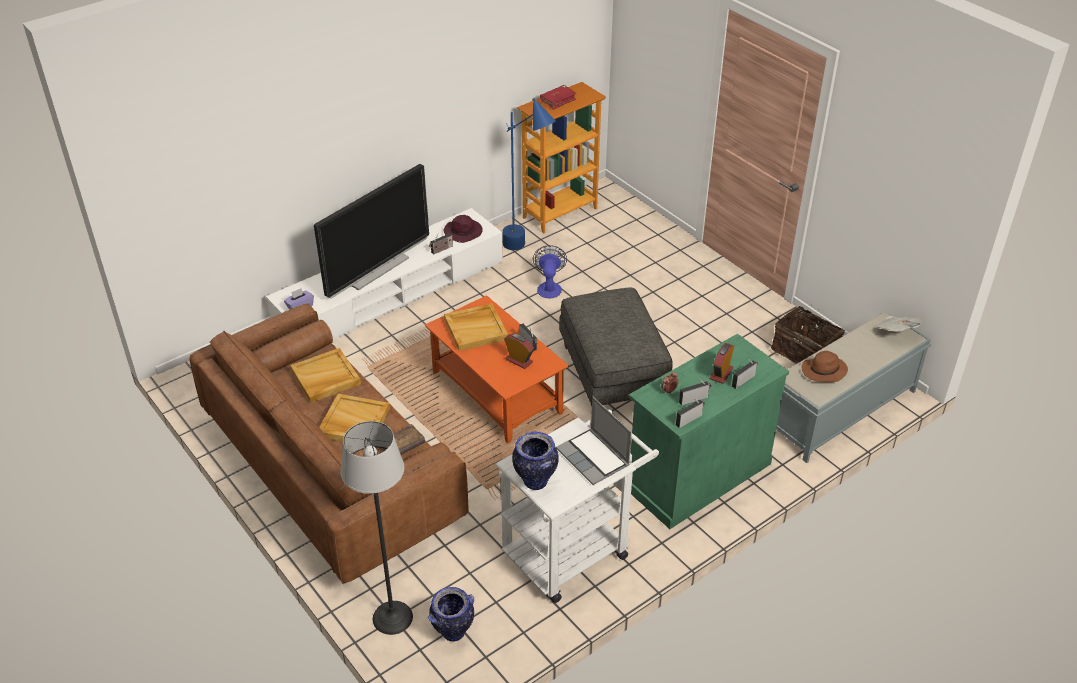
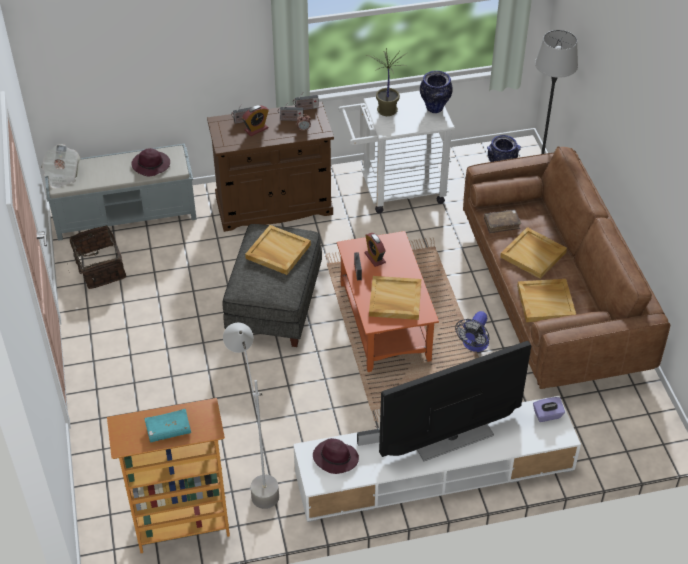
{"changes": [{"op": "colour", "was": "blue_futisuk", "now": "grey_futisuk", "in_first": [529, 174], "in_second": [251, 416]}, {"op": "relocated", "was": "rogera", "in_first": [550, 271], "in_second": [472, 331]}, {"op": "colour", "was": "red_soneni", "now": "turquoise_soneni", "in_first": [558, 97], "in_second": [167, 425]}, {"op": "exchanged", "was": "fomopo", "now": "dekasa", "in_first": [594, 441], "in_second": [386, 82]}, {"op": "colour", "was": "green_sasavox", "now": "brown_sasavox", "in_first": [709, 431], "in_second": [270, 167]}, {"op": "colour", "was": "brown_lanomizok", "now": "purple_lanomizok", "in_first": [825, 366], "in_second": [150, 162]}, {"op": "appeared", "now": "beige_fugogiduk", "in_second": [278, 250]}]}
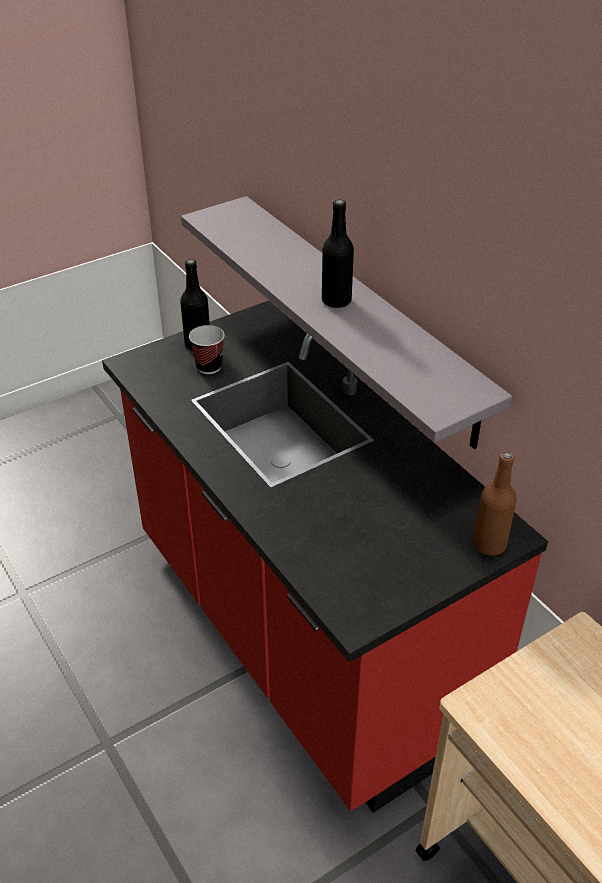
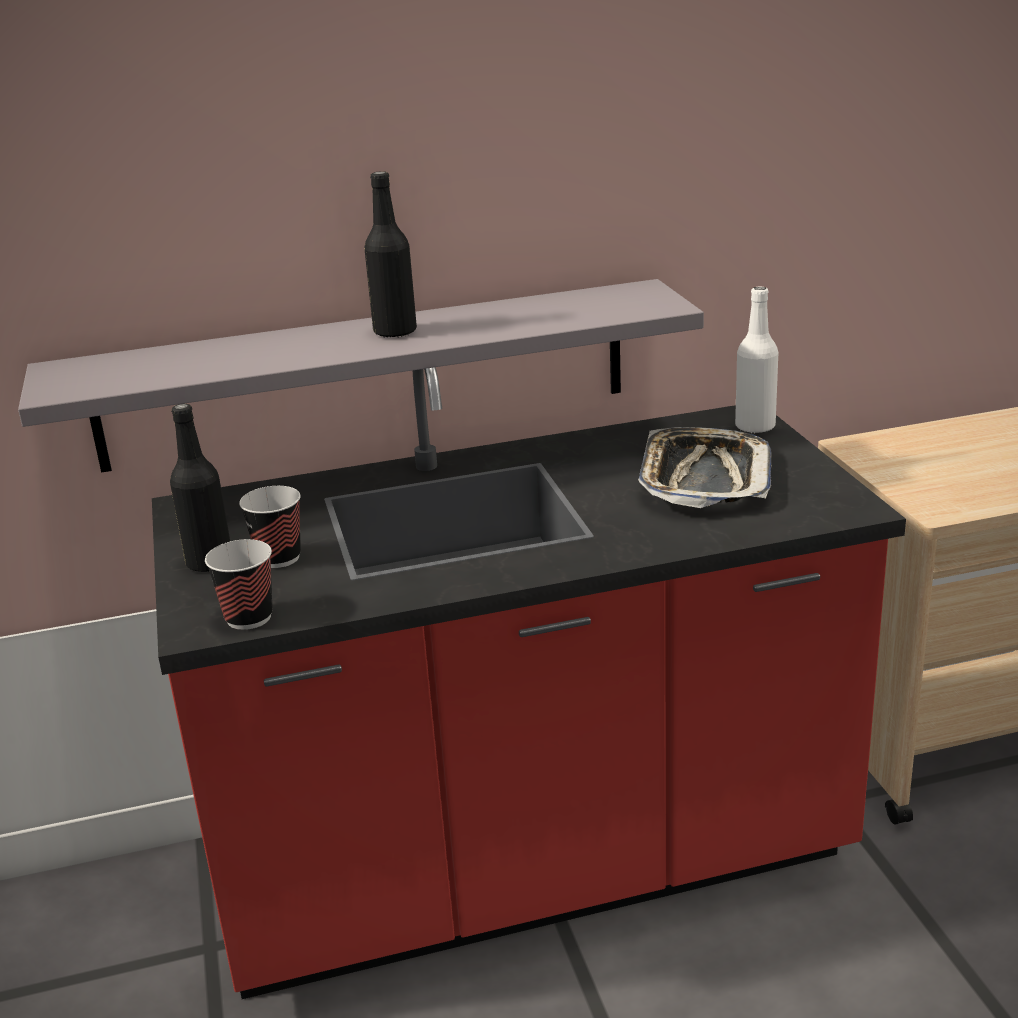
{"changes": [{"op": "colour", "was": "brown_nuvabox", "now": "white_nuvabox", "in_first": [495, 503], "in_second": [756, 360]}, {"op": "appeared", "now": "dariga", "in_second": [238, 584]}, {"op": "appeared", "now": "fugogiduk", "in_second": [705, 467]}]}
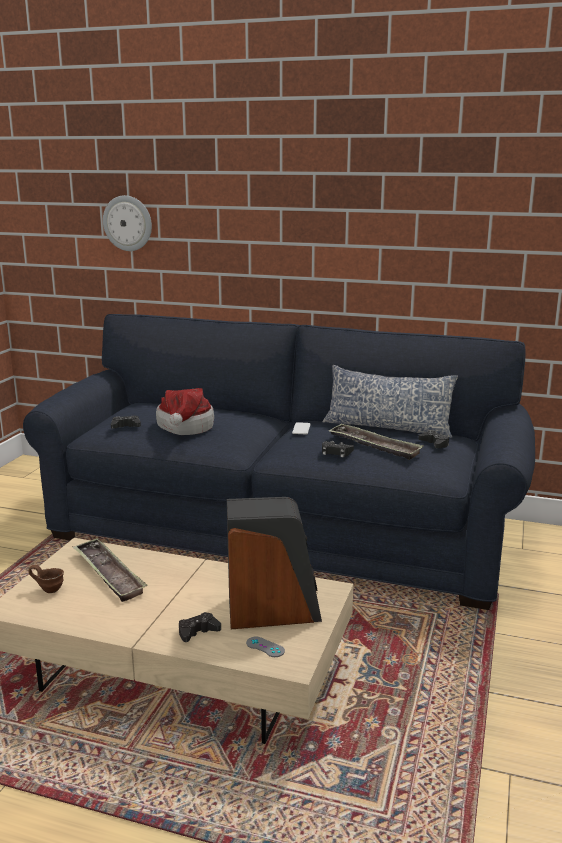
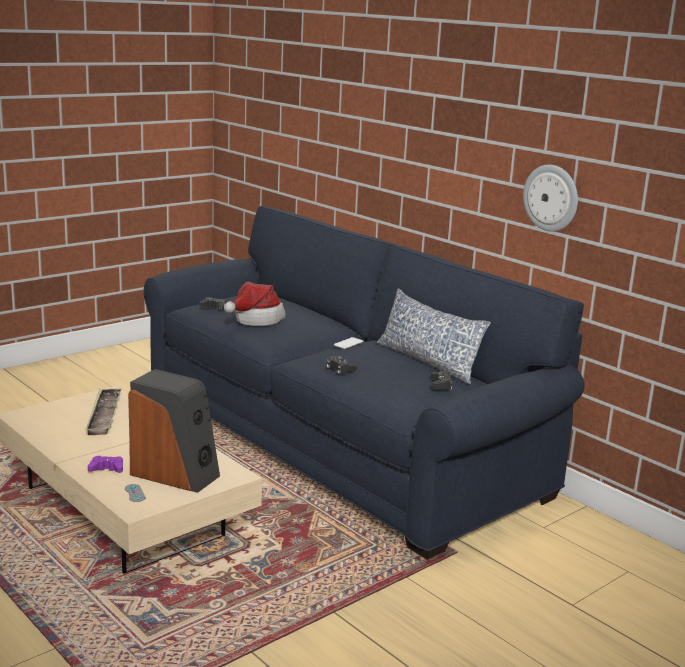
{"changes": [{"op": "missing", "was": "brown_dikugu", "in_first": [46, 579]}, {"op": "relocated", "was": "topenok", "in_first": [127, 223], "in_second": [550, 198]}, {"op": "colour", "was": "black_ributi", "now": "purple_ributi", "in_first": [200, 627], "in_second": [105, 464]}, {"op": "missing", "was": "fugogiduk", "in_first": [376, 442]}]}
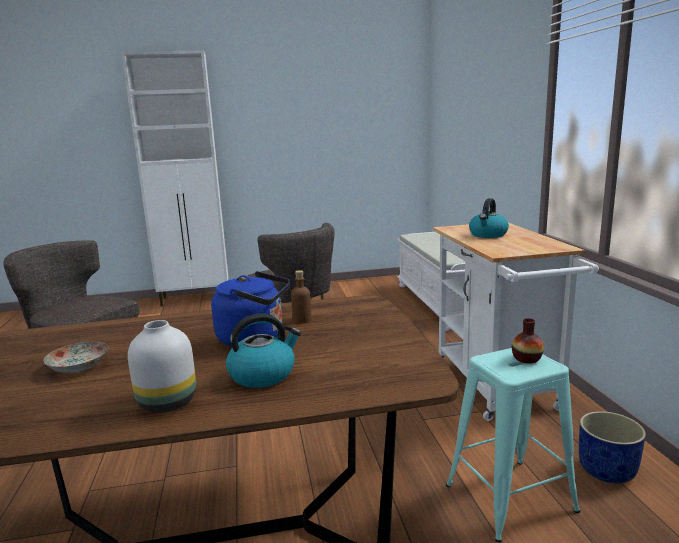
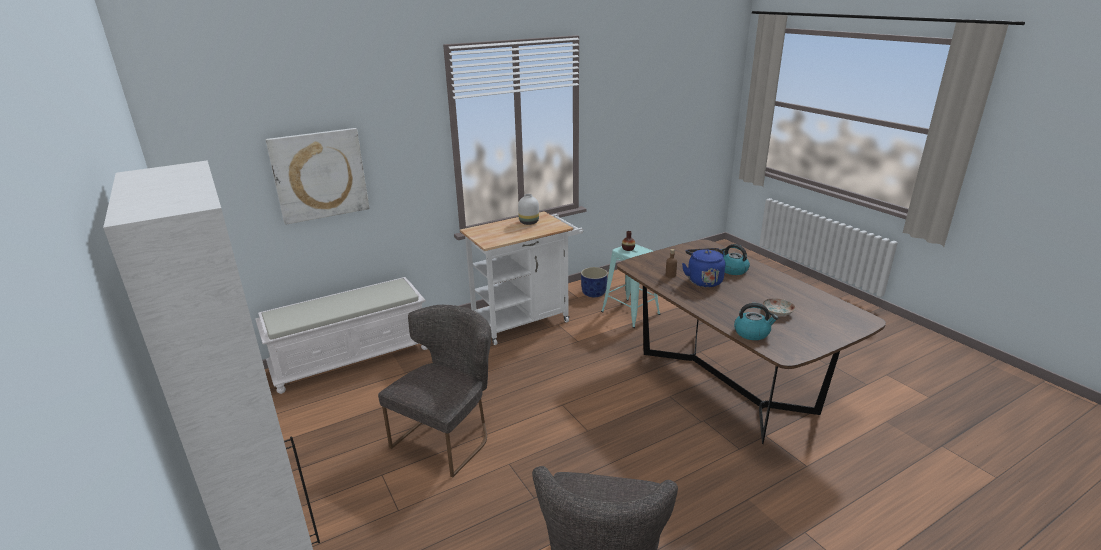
{"changes": [{"op": "relocated", "was": "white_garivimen", "in_first": [162, 366], "in_second": [528, 209]}, {"op": "relocated", "was": "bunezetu", "in_first": [489, 218], "in_second": [756, 321]}, {"op": "appeared", "now": "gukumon", "in_second": [318, 176]}]}
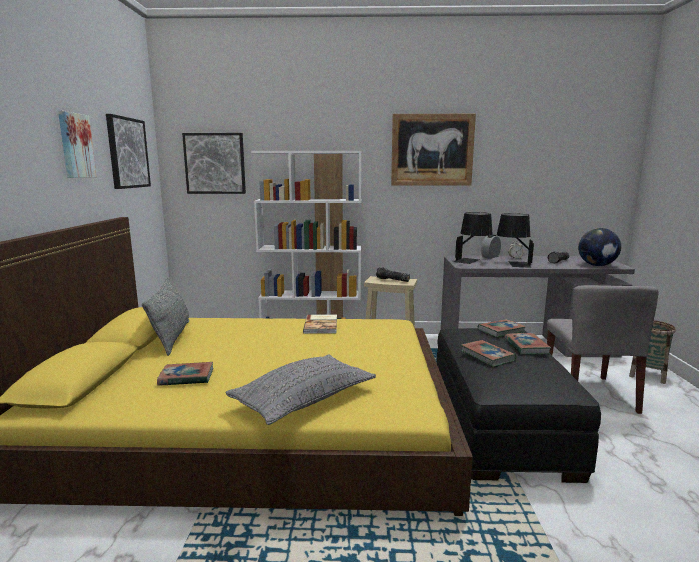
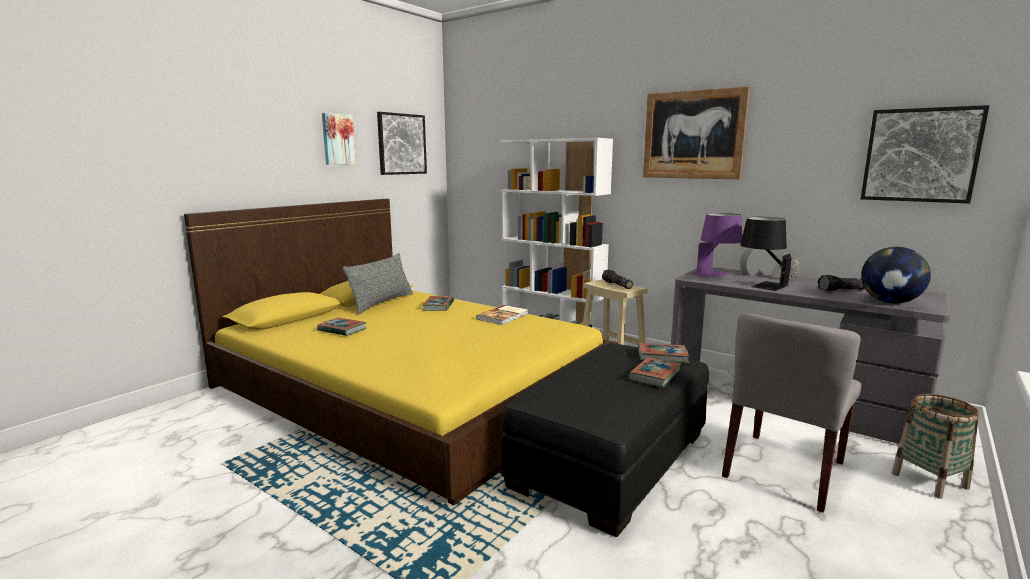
{"changes": [{"op": "relocated", "was": "gukumon", "in_first": [214, 163], "in_second": [925, 154]}, {"op": "missing", "was": "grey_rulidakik", "in_first": [301, 389]}, {"op": "colour", "was": "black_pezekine", "now": "purple_pezekine", "in_first": [473, 238], "in_second": [717, 245]}, {"op": "relocated", "was": "soneni", "in_first": [488, 353], "in_second": [438, 303]}]}
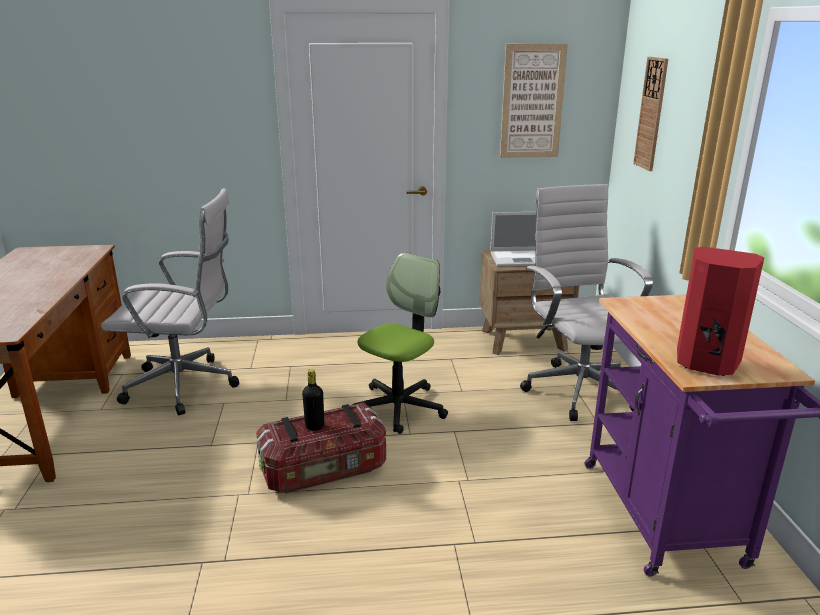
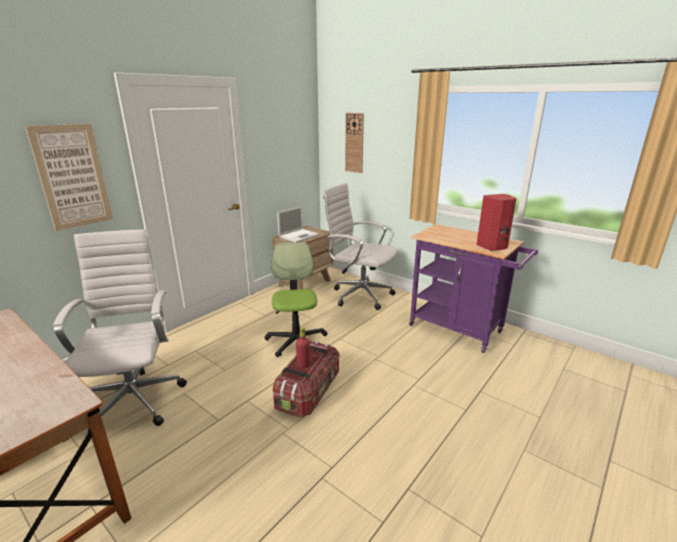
{"changes": [{"op": "spun", "was": "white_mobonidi", "in_first": [170, 302], "in_second": [120, 331], "clockwise": -60}, {"op": "colour", "was": "black_nuvabox", "now": "red_nuvabox", "in_first": [313, 399], "in_second": [303, 347]}, {"op": "relocated", "was": "gukumon", "in_first": [534, 101], "in_second": [69, 177]}]}
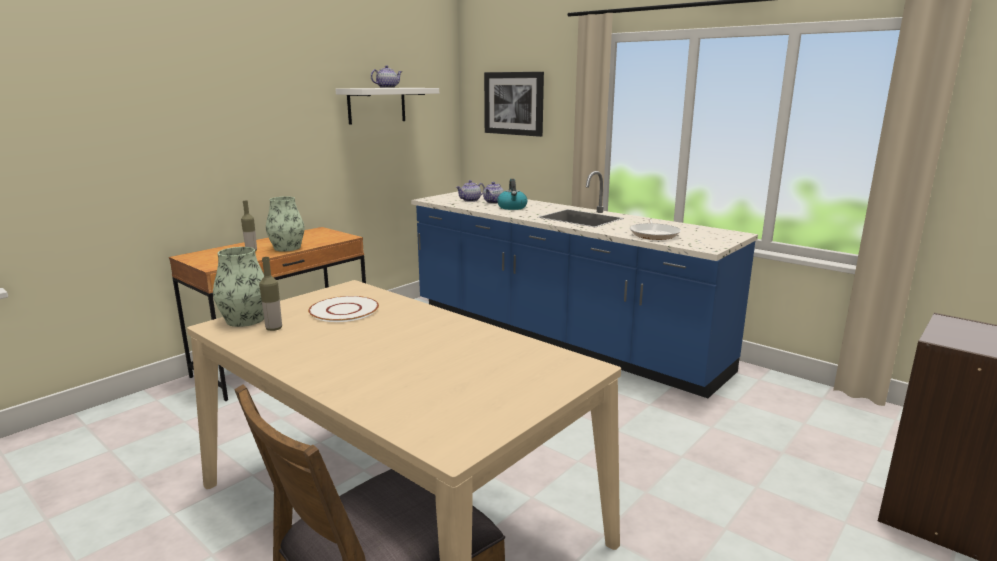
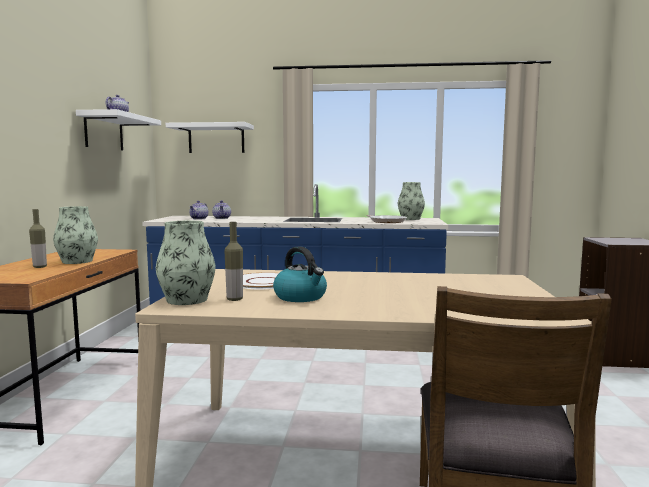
{"changes": [{"op": "exchanged", "was": "gukumon", "now": "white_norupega", "in_first": [514, 104], "in_second": [210, 137]}, {"op": "relocated", "was": "bunezetu", "in_first": [512, 194], "in_second": [300, 274]}, {"op": "appeared", "now": "garivimen", "in_second": [411, 201]}]}
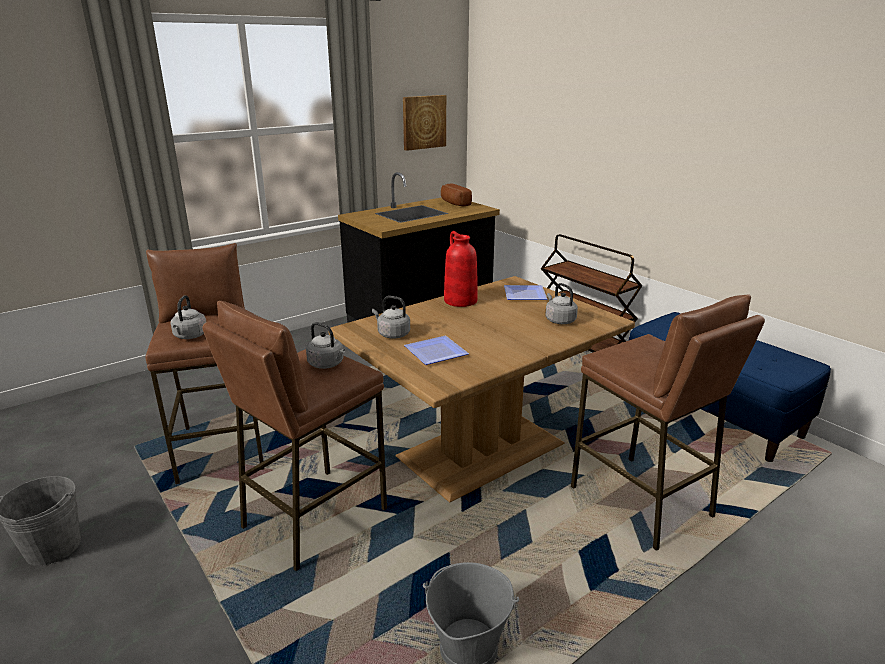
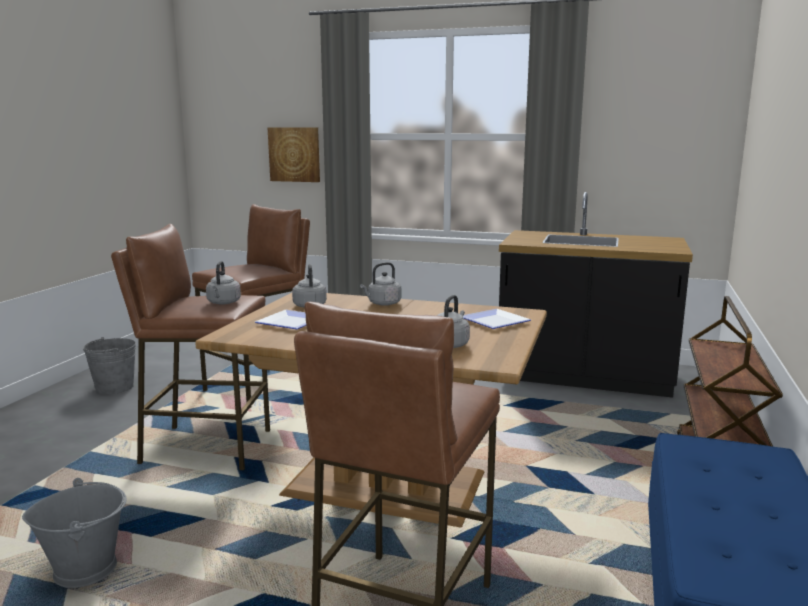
{"changes": [{"op": "relocated", "was": "grey_bunezetu", "in_first": [188, 317], "in_second": [381, 284]}, {"op": "relocated", "was": "gukumon", "in_first": [424, 123], "in_second": [294, 154]}, {"op": "missing", "was": "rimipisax", "in_first": [456, 195]}, {"op": "missing", "was": "red_garivimen", "in_first": [461, 269]}]}
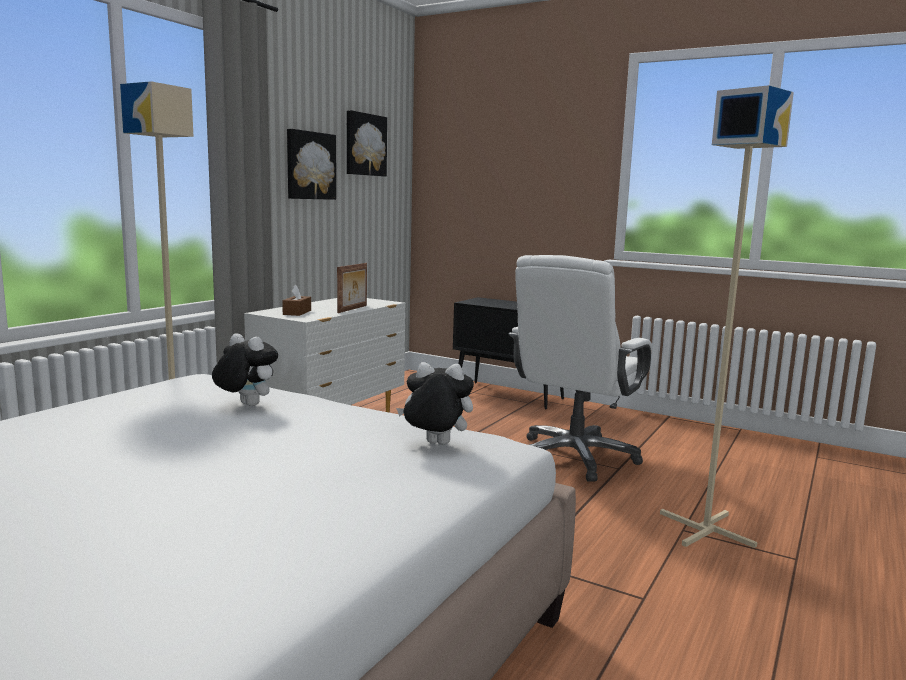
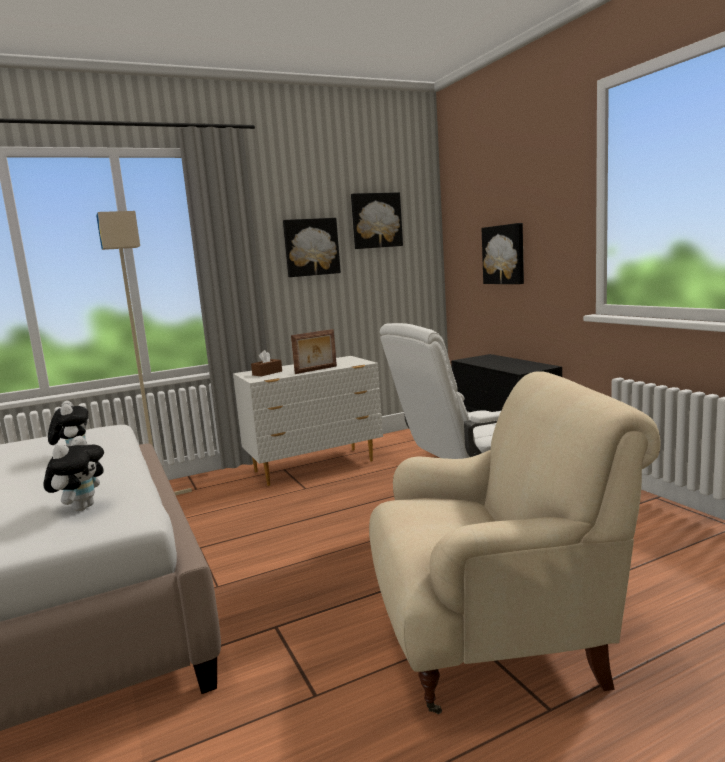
{"changes": [{"op": "spun", "was": "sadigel", "in_first": [435, 403], "in_second": [73, 473], "clockwise": 60}, {"op": "exchanged", "was": "beige_futisuk", "now": "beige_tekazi", "in_first": [727, 316], "in_second": [514, 542]}, {"op": "appeared", "now": "gukumon", "in_second": [502, 253]}]}
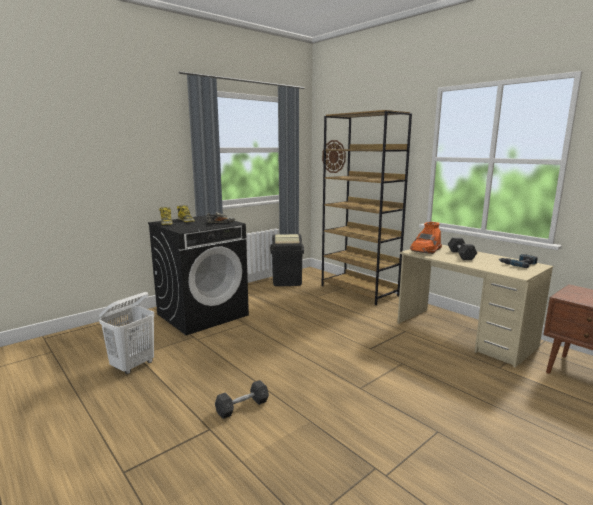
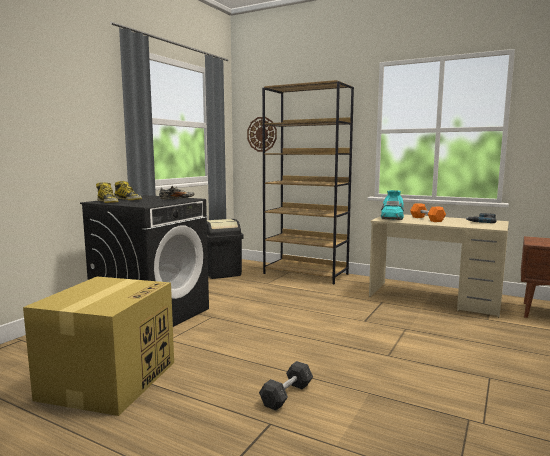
{"changes": [{"op": "exchanged", "was": "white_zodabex", "now": "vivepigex", "in_first": [126, 333], "in_second": [98, 346]}, {"op": "colour", "was": "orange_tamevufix", "now": "turquoise_tamevufix", "in_first": [426, 238], "in_second": [392, 205]}, {"op": "colour", "was": "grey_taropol", "now": "orange_taropol", "in_first": [462, 248], "in_second": [428, 212]}]}
